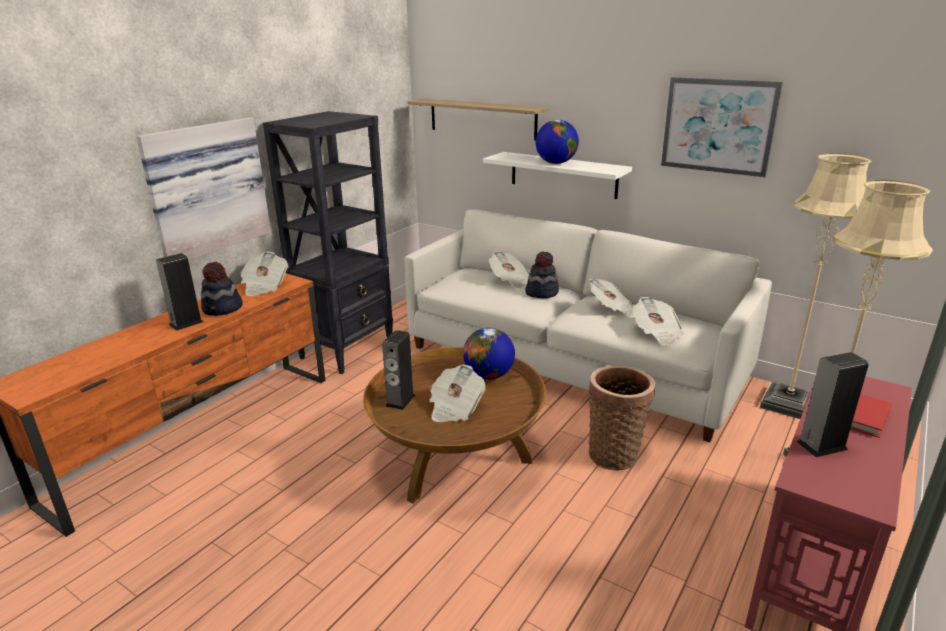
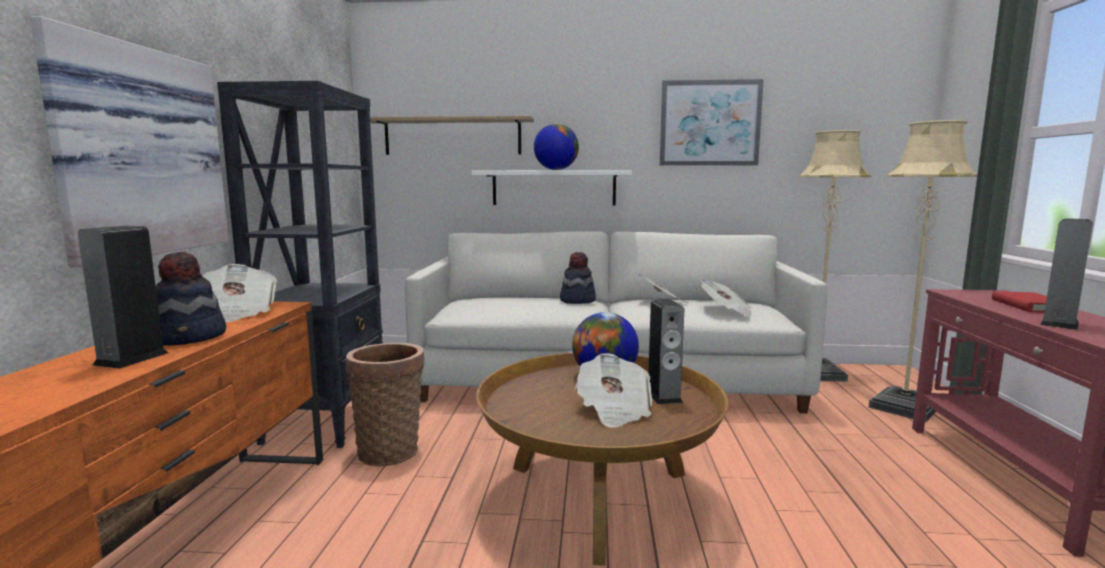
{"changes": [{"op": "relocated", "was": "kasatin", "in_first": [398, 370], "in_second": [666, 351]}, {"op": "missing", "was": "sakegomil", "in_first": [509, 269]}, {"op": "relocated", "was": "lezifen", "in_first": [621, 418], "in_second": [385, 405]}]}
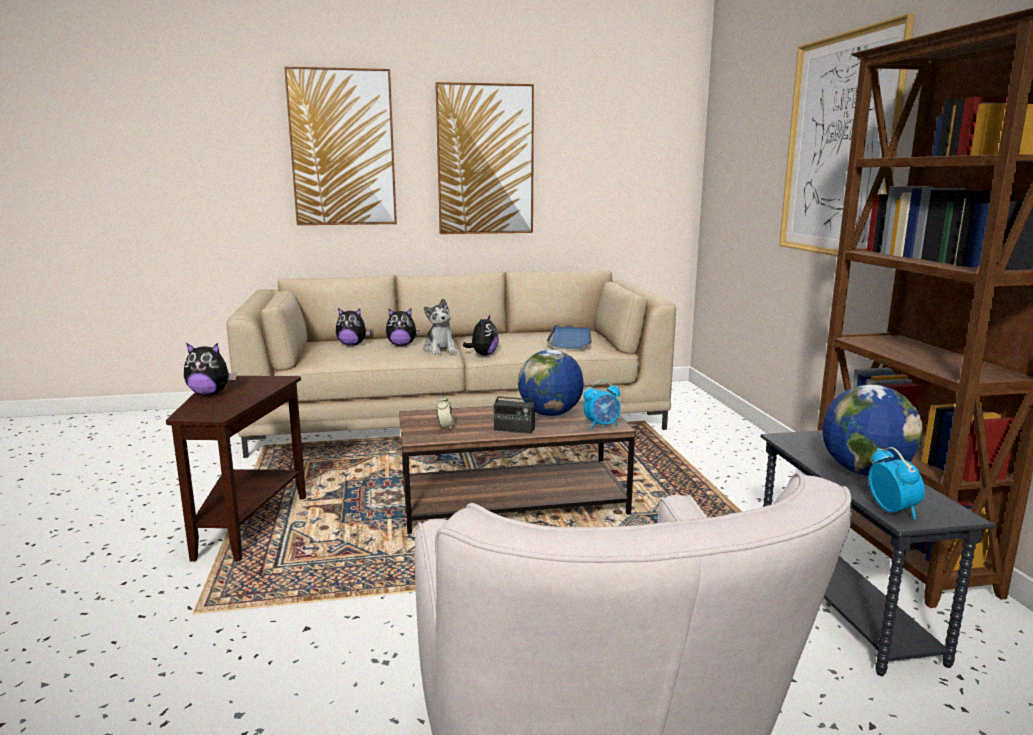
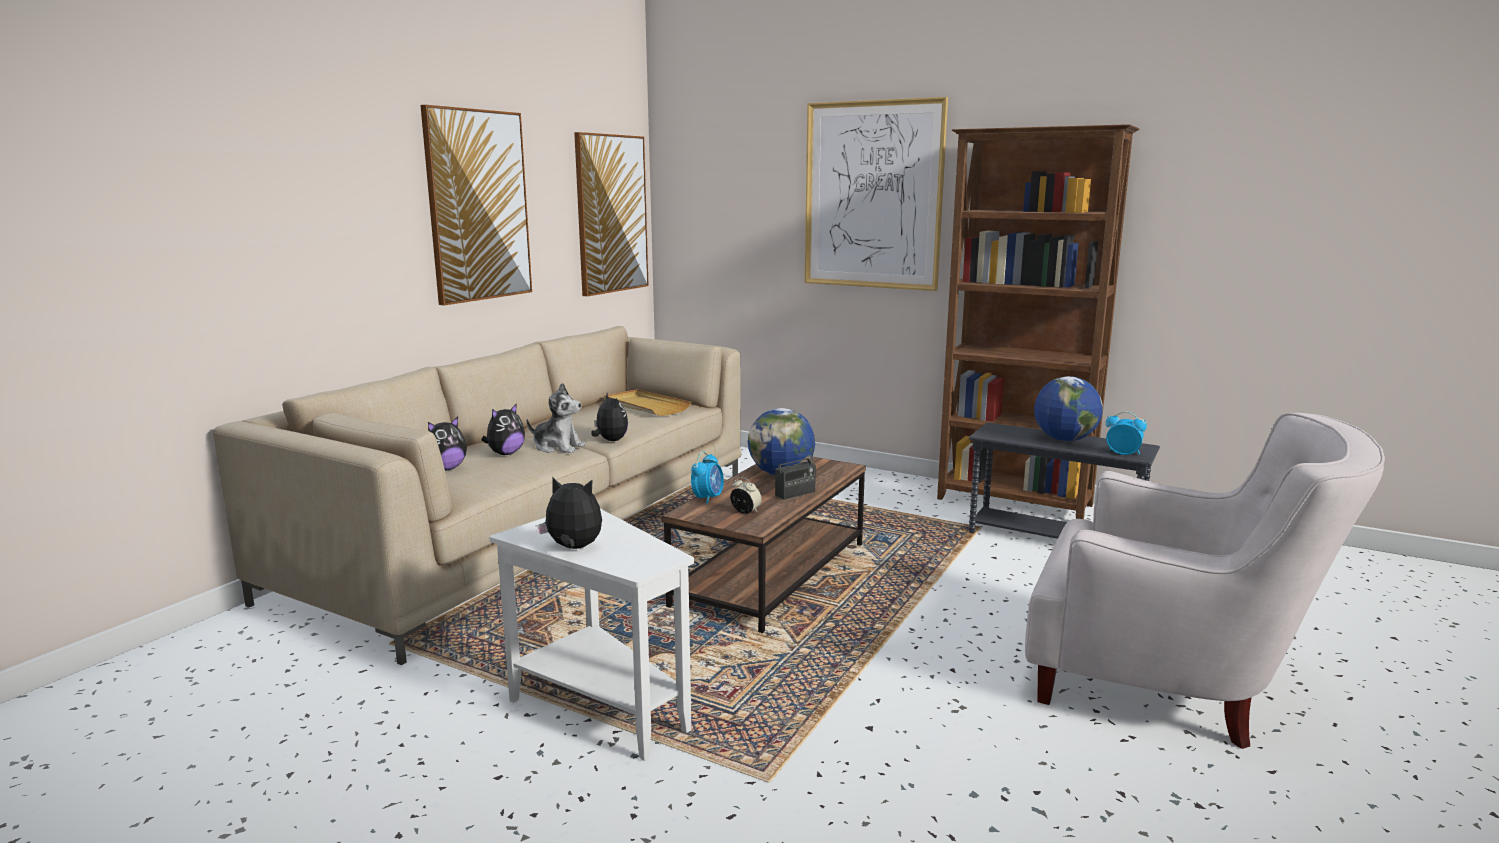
{"changes": [{"op": "colour", "was": "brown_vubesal", "now": "white_vubesal", "in_first": [236, 469], "in_second": [591, 635]}, {"op": "spun", "was": "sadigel", "in_first": [210, 369], "in_second": [569, 512], "clockwise": -120}, {"op": "relocated", "was": "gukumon", "in_first": [340, 145], "in_second": [611, 214]}, {"op": "colour", "was": "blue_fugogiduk", "now": "beige_fugogiduk", "in_first": [569, 337], "in_second": [647, 402]}, {"op": "relocated", "was": "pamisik", "in_first": [602, 404], "in_second": [707, 477]}]}
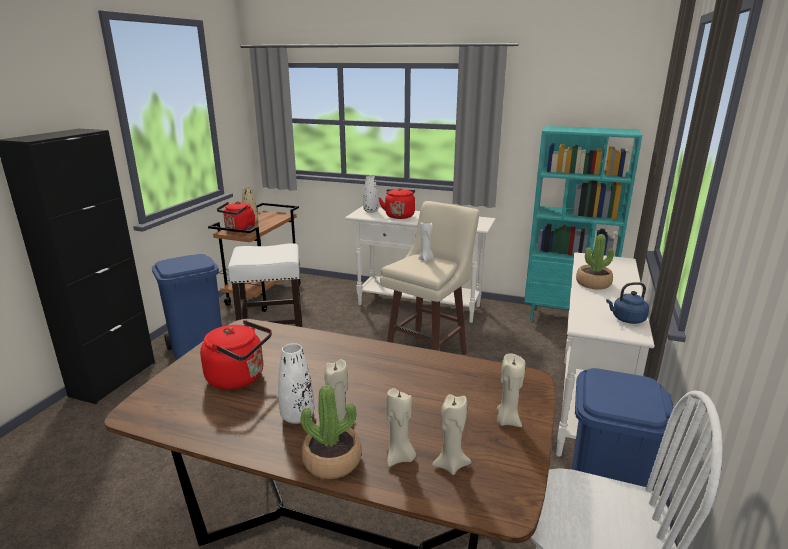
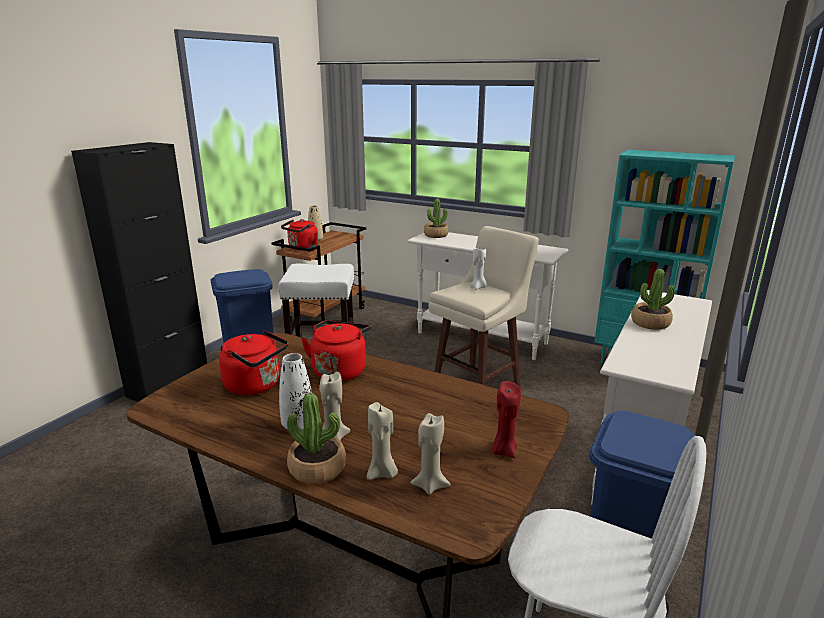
{"changes": [{"op": "exchanged", "was": "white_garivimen", "now": "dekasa", "in_first": [370, 194], "in_second": [436, 218]}, {"op": "relocated", "was": "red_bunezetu", "in_first": [397, 203], "in_second": [336, 350]}, {"op": "colour", "was": "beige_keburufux", "now": "red_keburufux", "in_first": [511, 390], "in_second": [506, 419]}, {"op": "missing", "was": "blue_bunezetu", "in_first": [627, 303]}]}
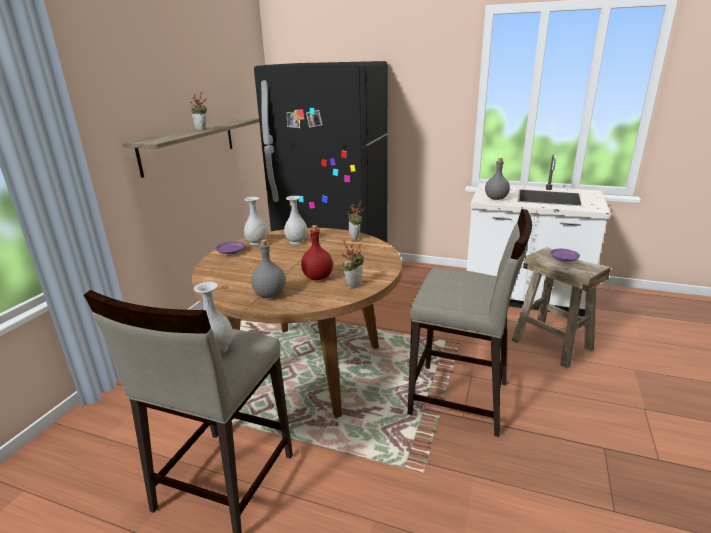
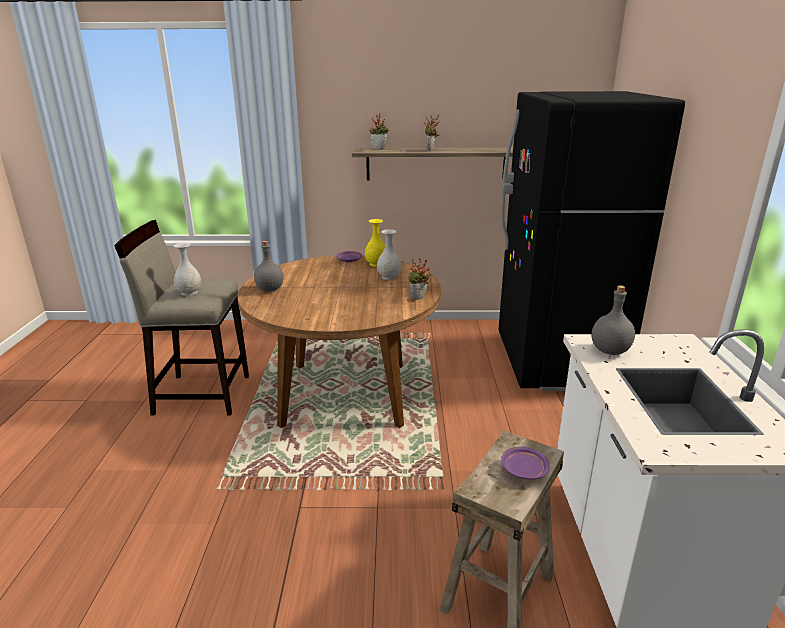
{"changes": [{"op": "colour", "was": "white_garivimen", "now": "yellow_garivimen", "in_first": [256, 221], "in_second": [375, 243]}, {"op": "missing", "was": "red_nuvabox", "in_first": [317, 252]}, {"op": "relocated", "was": "dekasa", "in_first": [353, 264], "in_second": [379, 131]}, {"op": "missing", "was": "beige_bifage", "in_first": [470, 323]}]}
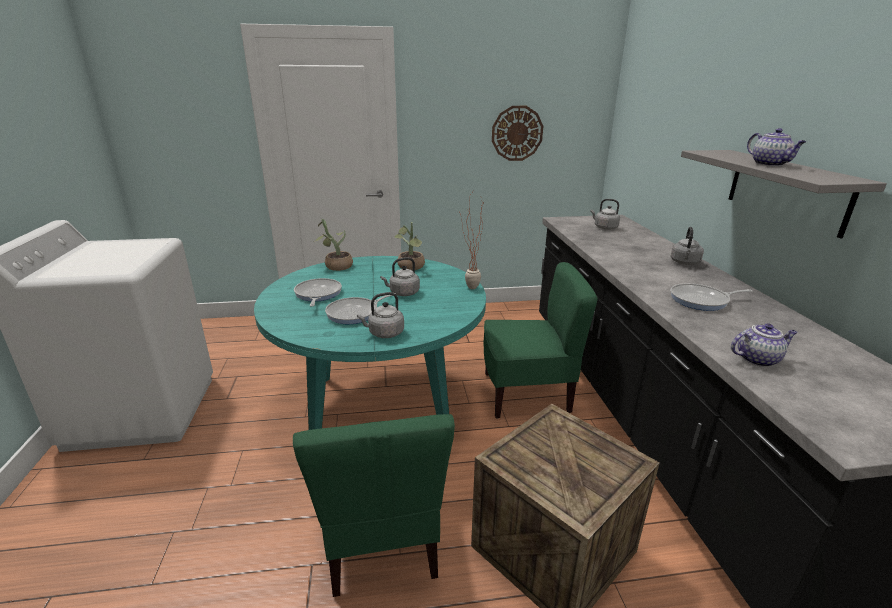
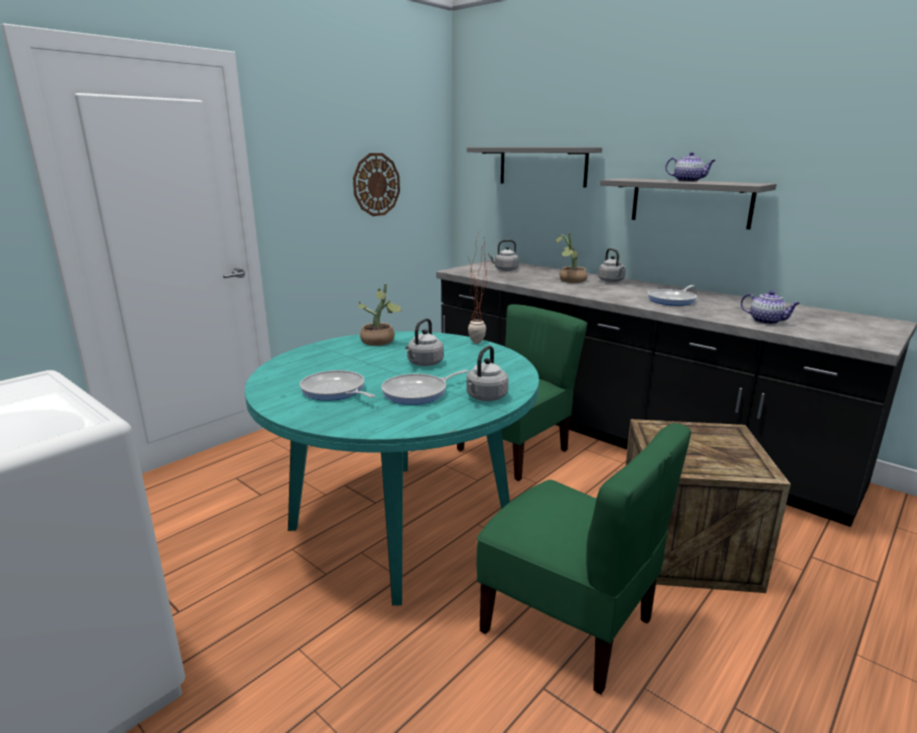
{"changes": [{"op": "relocated", "was": "dekasa", "in_first": [333, 245], "in_second": [571, 258]}, {"op": "spun", "was": "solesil", "in_first": [359, 309], "in_second": [425, 387], "clockwise": 45}, {"op": "spun", "was": "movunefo", "in_first": [764, 345], "in_second": [770, 307], "clockwise": 90}, {"op": "appeared", "now": "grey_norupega", "in_second": [534, 167]}]}
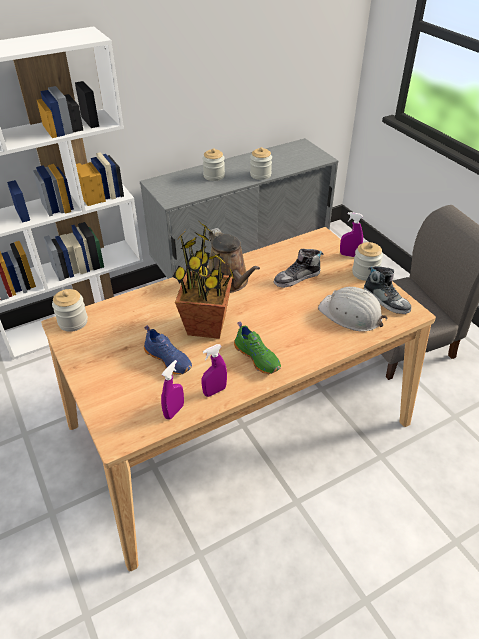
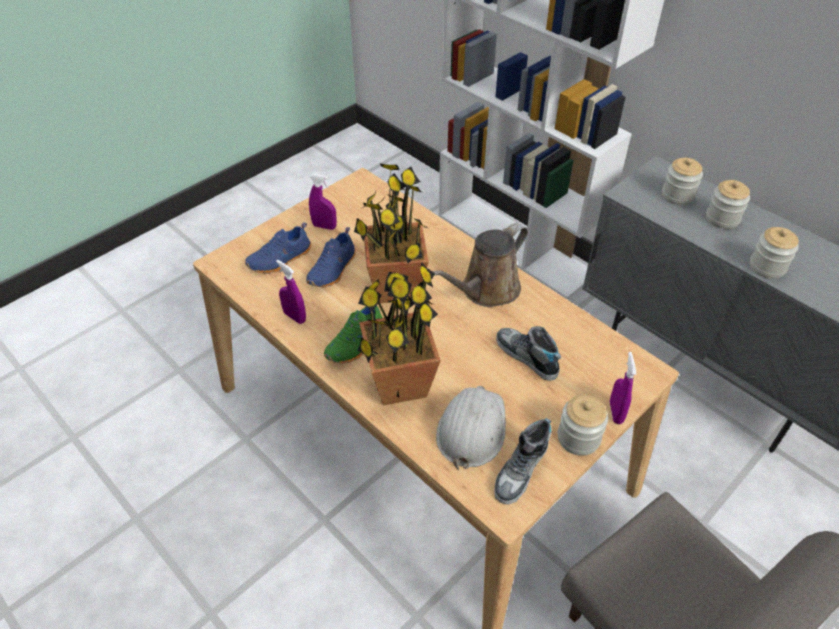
{"changes": [{"op": "relocated", "was": "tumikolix", "in_first": [70, 310], "in_second": [682, 181]}, {"op": "relocated", "was": "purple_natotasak", "in_first": [172, 390], "in_second": [323, 202]}, {"op": "appeared", "now": "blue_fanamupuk", "in_second": [278, 247]}, {"op": "appeared", "now": "dekasa", "in_second": [399, 334]}]}
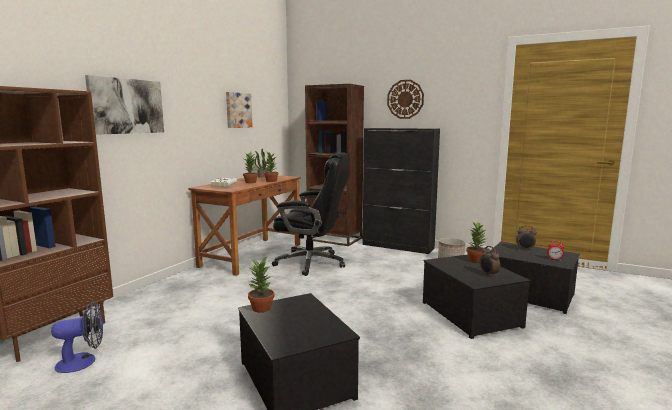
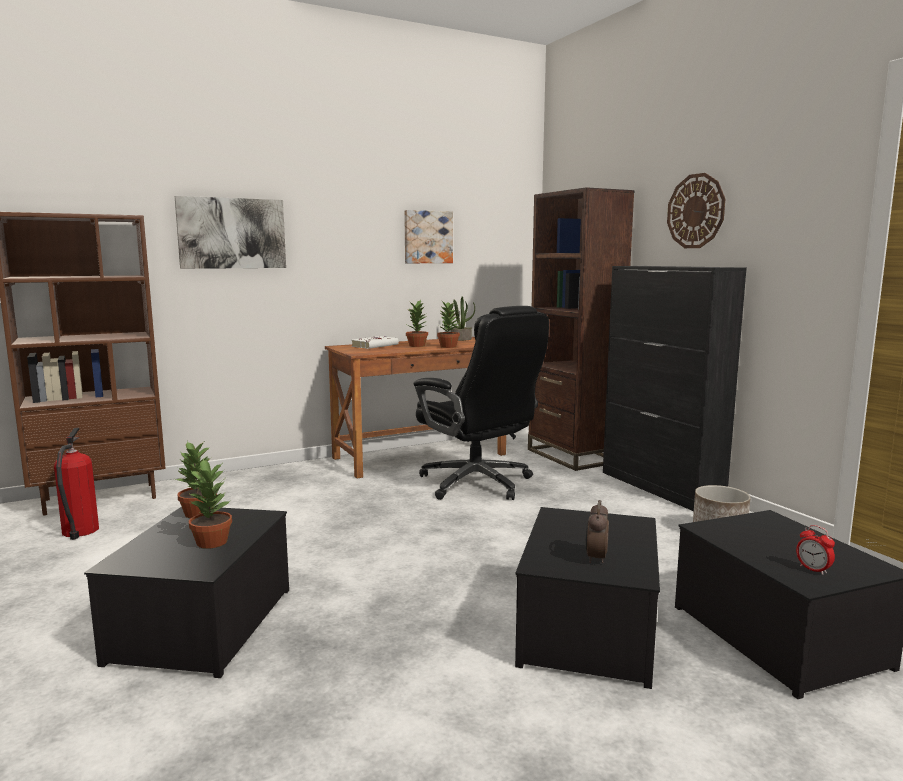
{"changes": [{"op": "exchanged", "was": "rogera", "now": "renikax", "in_first": [77, 337], "in_second": [76, 484]}, {"op": "relocated", "was": "dekasa", "in_first": [477, 242], "in_second": [210, 503]}, {"op": "missing", "was": "pamisik", "in_first": [526, 238]}]}
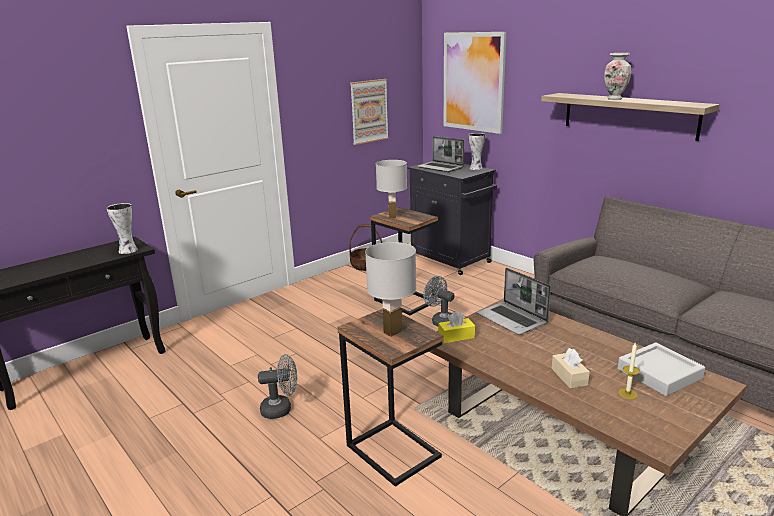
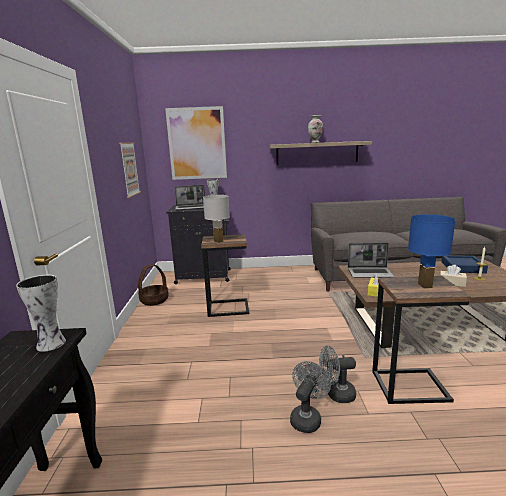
{"changes": [{"op": "colour", "was": "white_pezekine", "now": "blue_pezekine", "in_first": [390, 289], "in_second": [432, 251]}, {"op": "relocated", "was": "grey_rogera", "in_first": [439, 301], "in_second": [337, 374]}, {"op": "colour", "was": "grey_fugogiduk", "now": "blue_fugogiduk", "in_first": [661, 369], "in_second": [464, 264]}]}
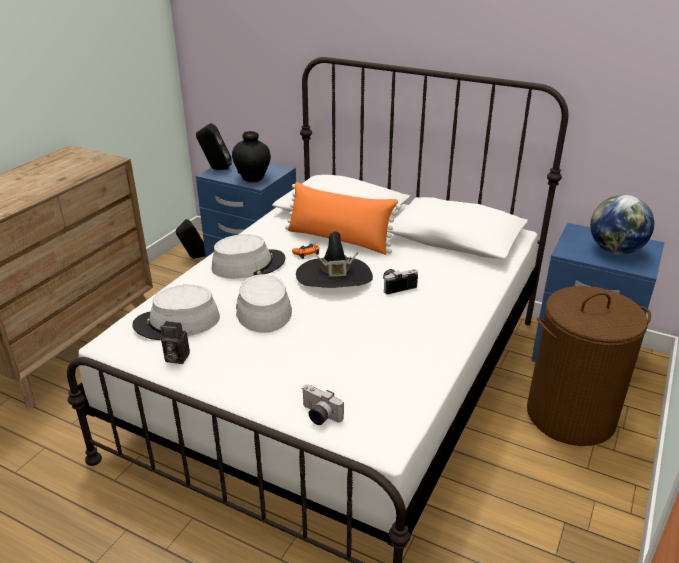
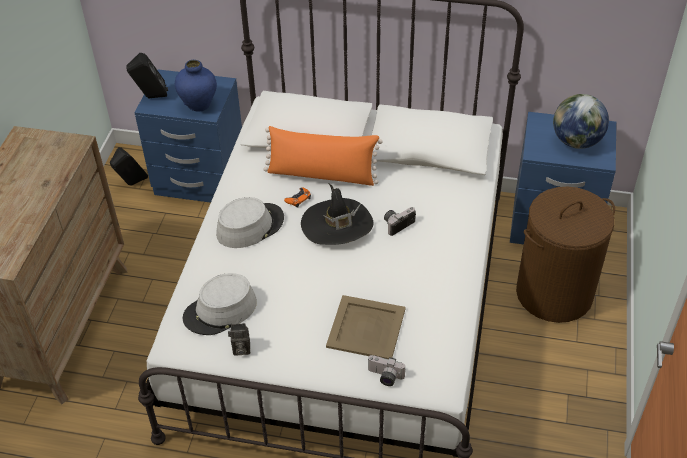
{"changes": [{"op": "colour", "was": "black_garivimen", "now": "blue_garivimen", "in_first": [251, 156], "in_second": [196, 86]}, {"op": "missing", "was": "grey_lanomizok", "in_first": [264, 303]}, {"op": "appeared", "now": "beige_fugogiduk", "in_second": [366, 327]}]}
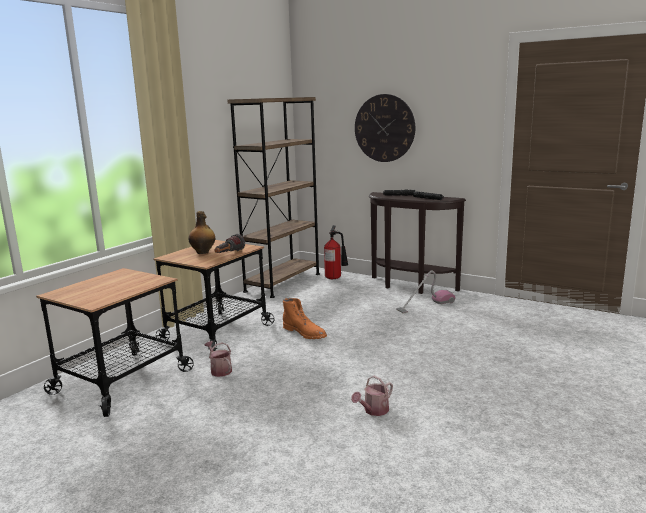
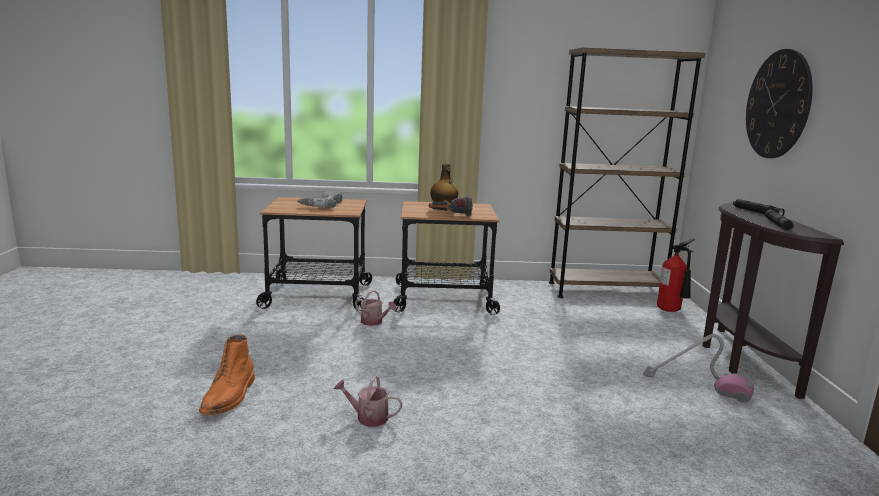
{"changes": [{"op": "spun", "was": "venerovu", "in_first": [218, 359], "in_second": [376, 308], "clockwise": 105}, {"op": "relocated", "was": "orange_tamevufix", "in_first": [305, 318], "in_second": [227, 374]}, {"op": "appeared", "now": "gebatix", "in_second": [320, 199]}]}
